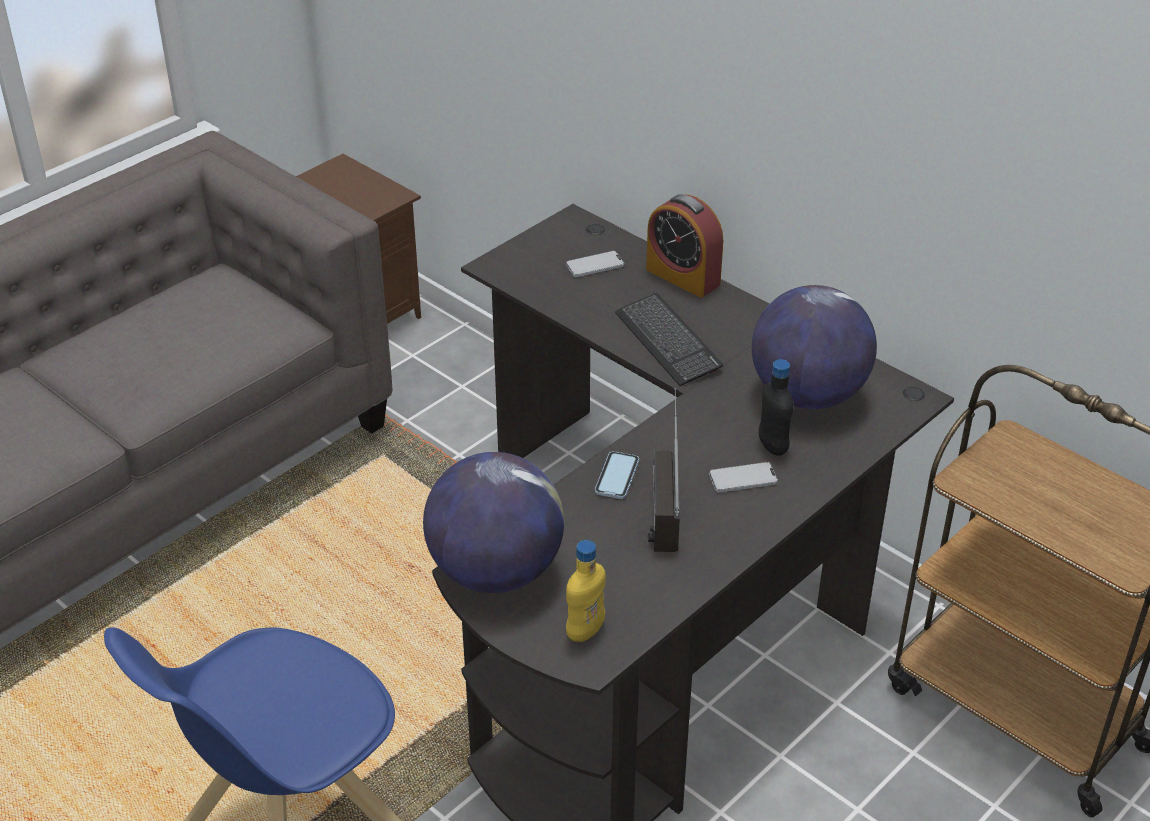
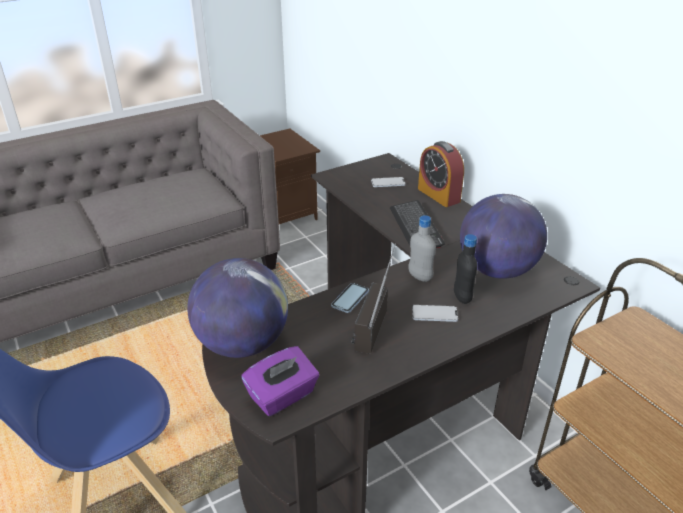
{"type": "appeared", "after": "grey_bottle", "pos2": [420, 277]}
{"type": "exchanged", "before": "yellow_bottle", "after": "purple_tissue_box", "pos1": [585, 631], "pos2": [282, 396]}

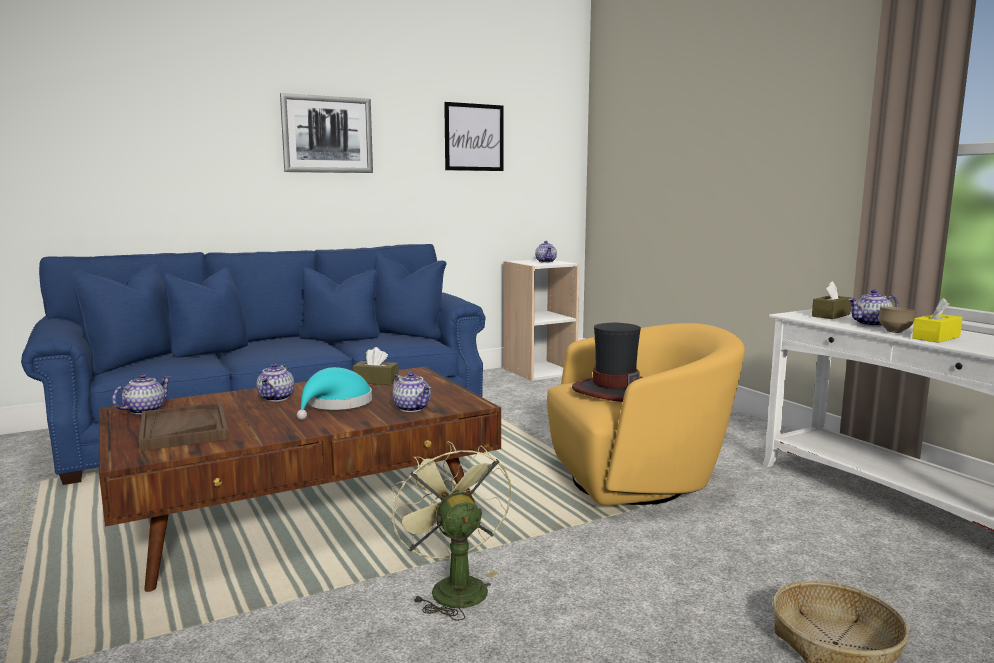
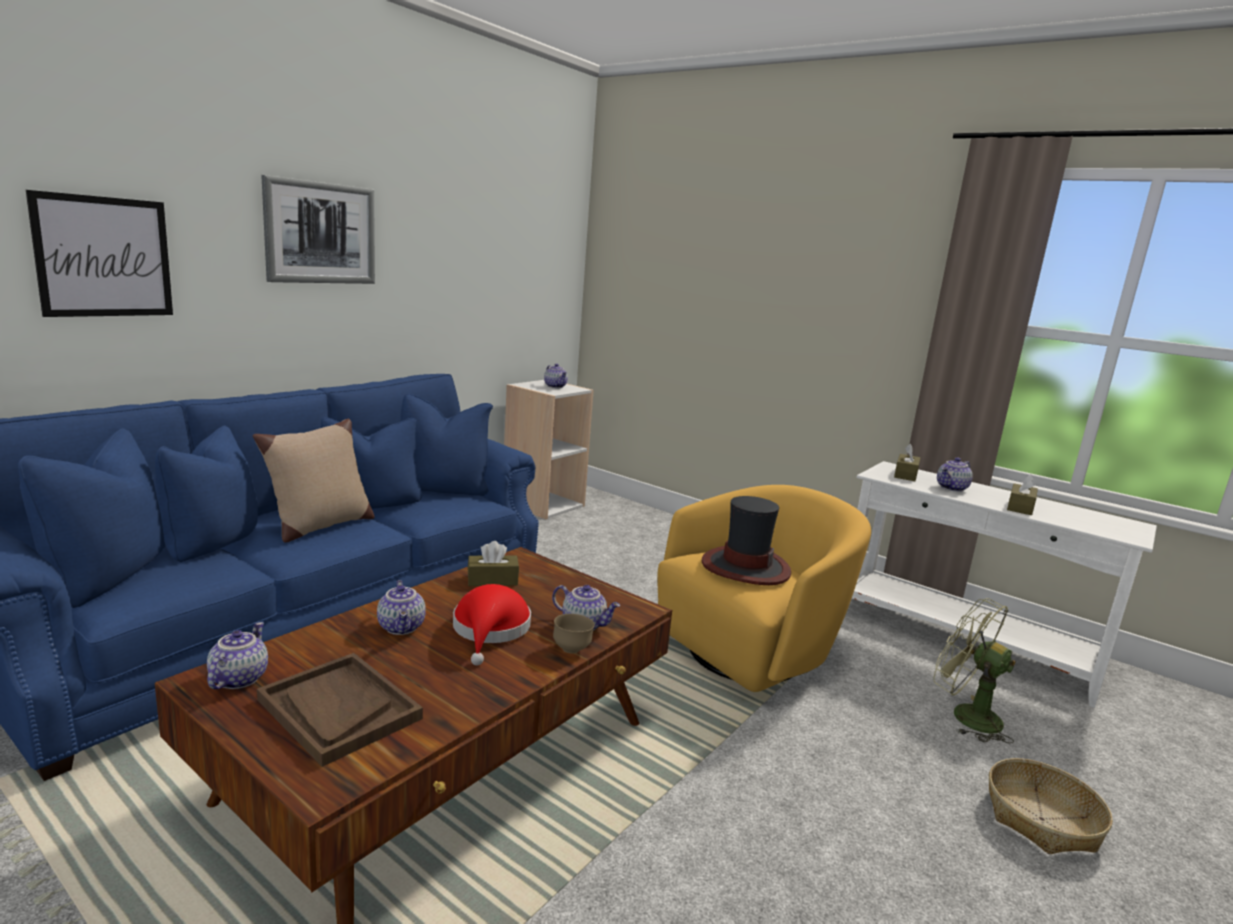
{"type": "appeared", "after": "beige_pillow", "pos2": [320, 526]}
{"type": "relocated", "before": "green_fan", "pos1": [452, 587], "pos2": [965, 715]}
{"type": "relocated", "before": "picture", "pos1": [474, 137], "pos2": [104, 257]}
{"type": "relocated", "before": "brown_bowl", "pos1": [894, 332], "pos2": [572, 649]}
{"type": "colour", "before": "turquoise_hat", "after": "red_hat", "pos1": [336, 405], "pos2": [490, 630]}
{"type": "colour", "before": "yellow_tissue_box", "after": "brown_tissue_box", "pos1": [936, 337], "pos2": [1020, 507]}

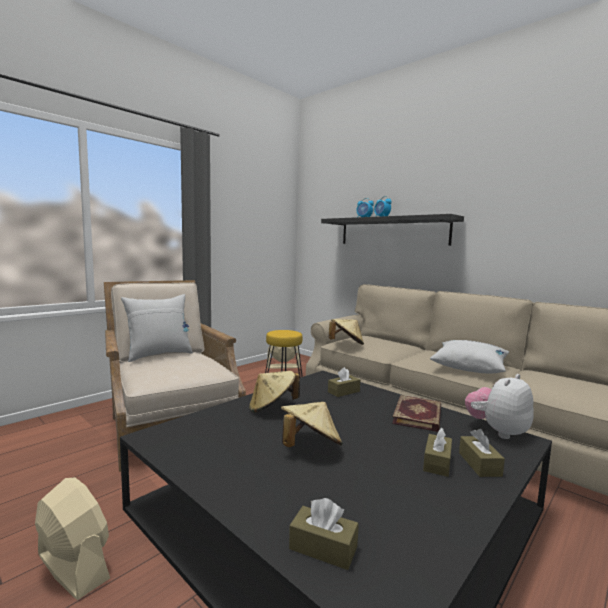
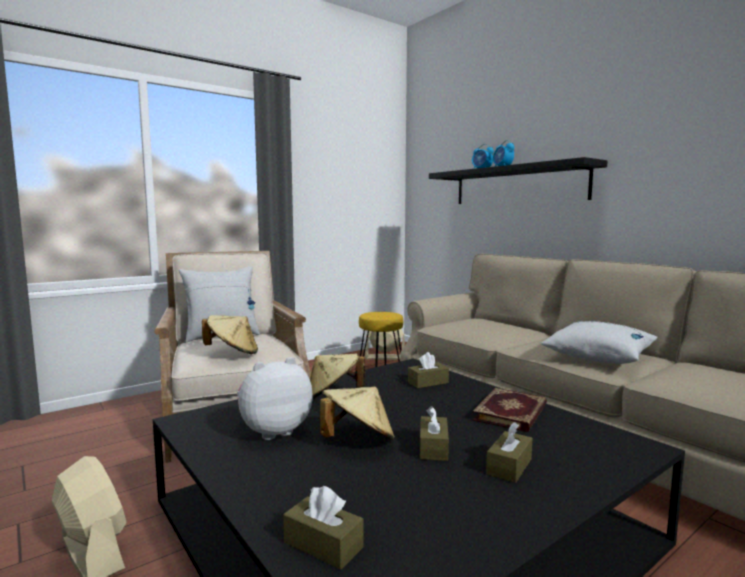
{"type": "relocated", "before": "beige_hat", "pos1": [346, 344], "pos2": [233, 353]}
{"type": "relocated", "before": "brown_tissue_box", "pos1": [479, 464], "pos2": [433, 448]}
{"type": "relocated", "before": "plush_toy", "pos1": [497, 431], "pos2": [273, 431]}

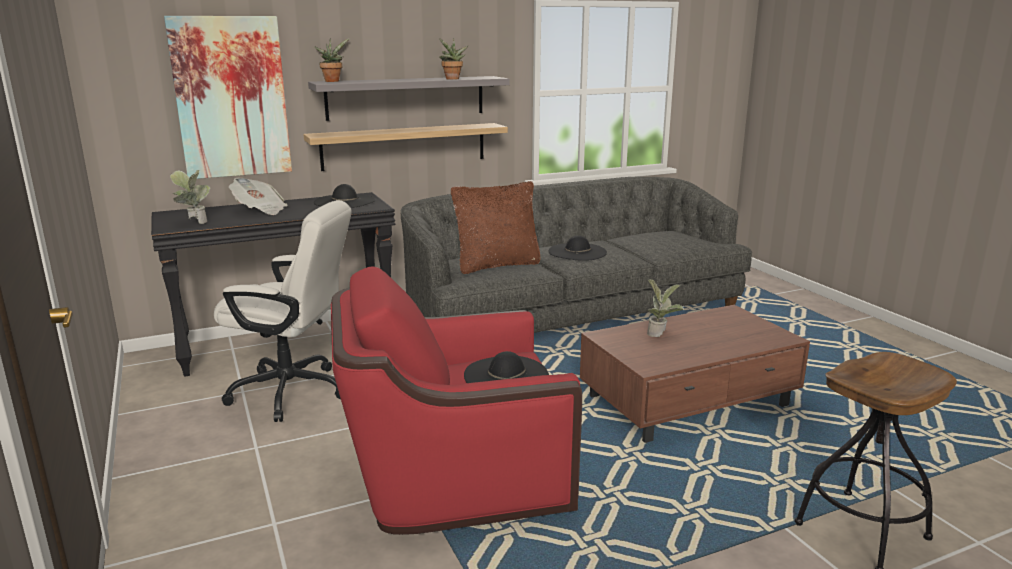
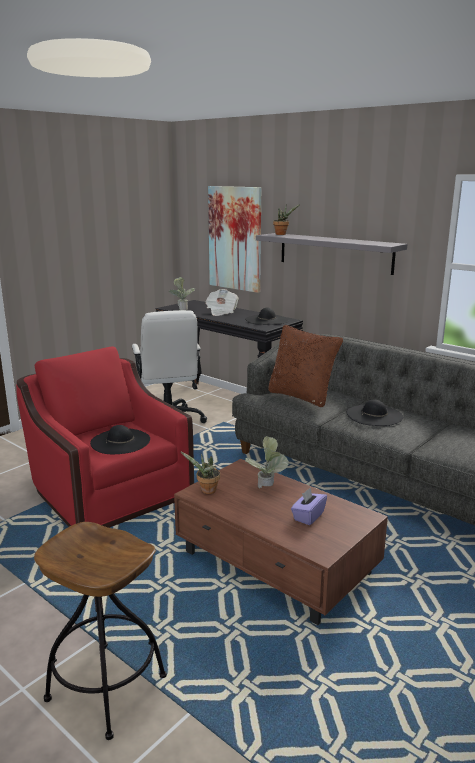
{"type": "missing", "before": "shelf", "pos1": [404, 146]}
{"type": "appeared", "after": "purple_tissue_box", "pos2": [308, 516]}
{"type": "relocated", "before": "potted_plant", "pos1": [452, 79], "pos2": [206, 491]}

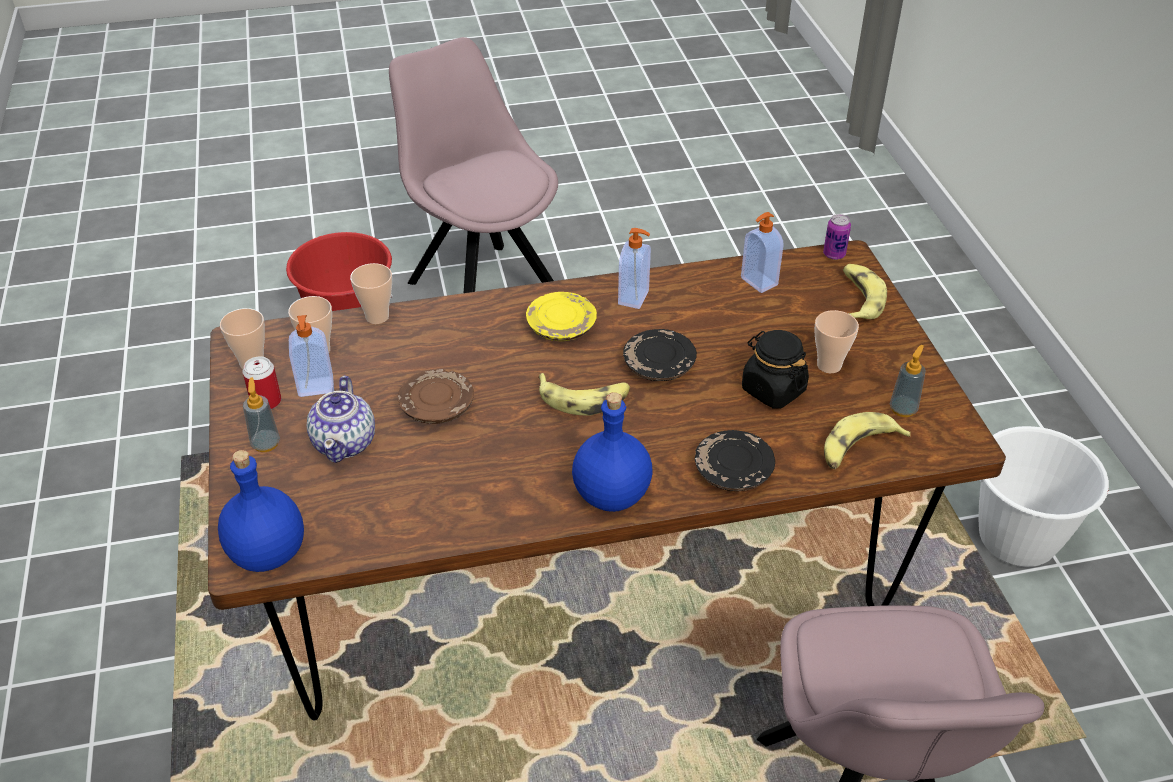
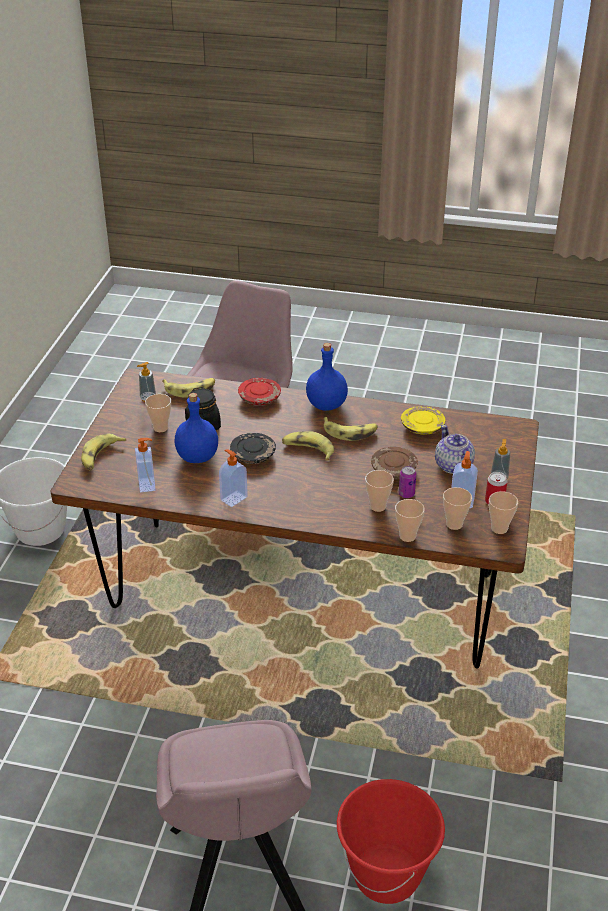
{"type": "appeared", "after": "banana", "pos2": [350, 432]}
{"type": "appeared", "after": "cup", "pos2": [377, 506]}
{"type": "relocated", "before": "blue_bottle", "pos1": [268, 552], "pos2": [197, 457]}
{"type": "relocated", "before": "yellow_plate", "pos1": [561, 327], "pos2": [422, 427]}
{"type": "relocated", "before": "can", "pos1": [834, 254], "pos2": [406, 494]}
{"type": "colour", "before": "black_plate", "after": "red_plate", "pos1": [733, 471], "pos2": [259, 398]}
{"type": "spun", "before": "teapot", "pos1": [345, 442], "pos2": [453, 466], "turn": -45}

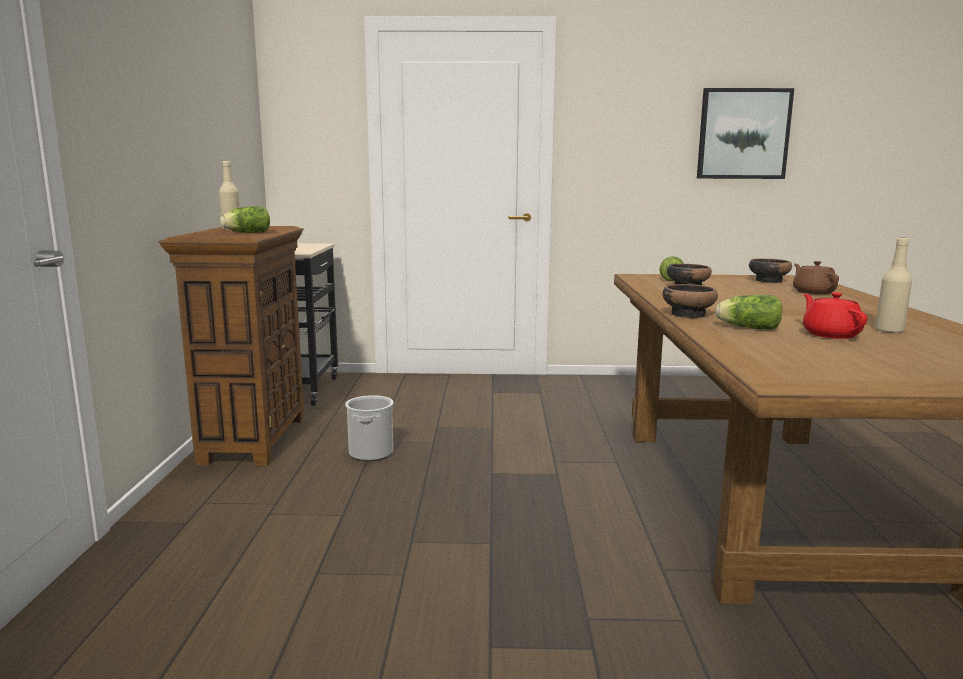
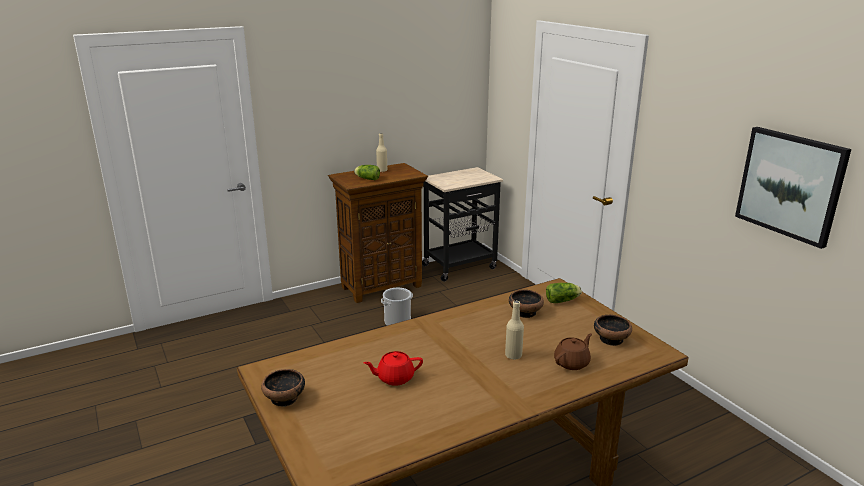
{"type": "missing", "before": "lettuce", "pos1": [746, 327]}
{"type": "relocated", "before": "bowl", "pos1": [688, 314], "pos2": [285, 398]}
{"type": "relocated", "before": "beige_bottle", "pos1": [889, 330], "pos2": [513, 355]}
{"type": "spun", "before": "red_teapot", "pos1": [830, 334], "pos2": [394, 378], "turn": -150}

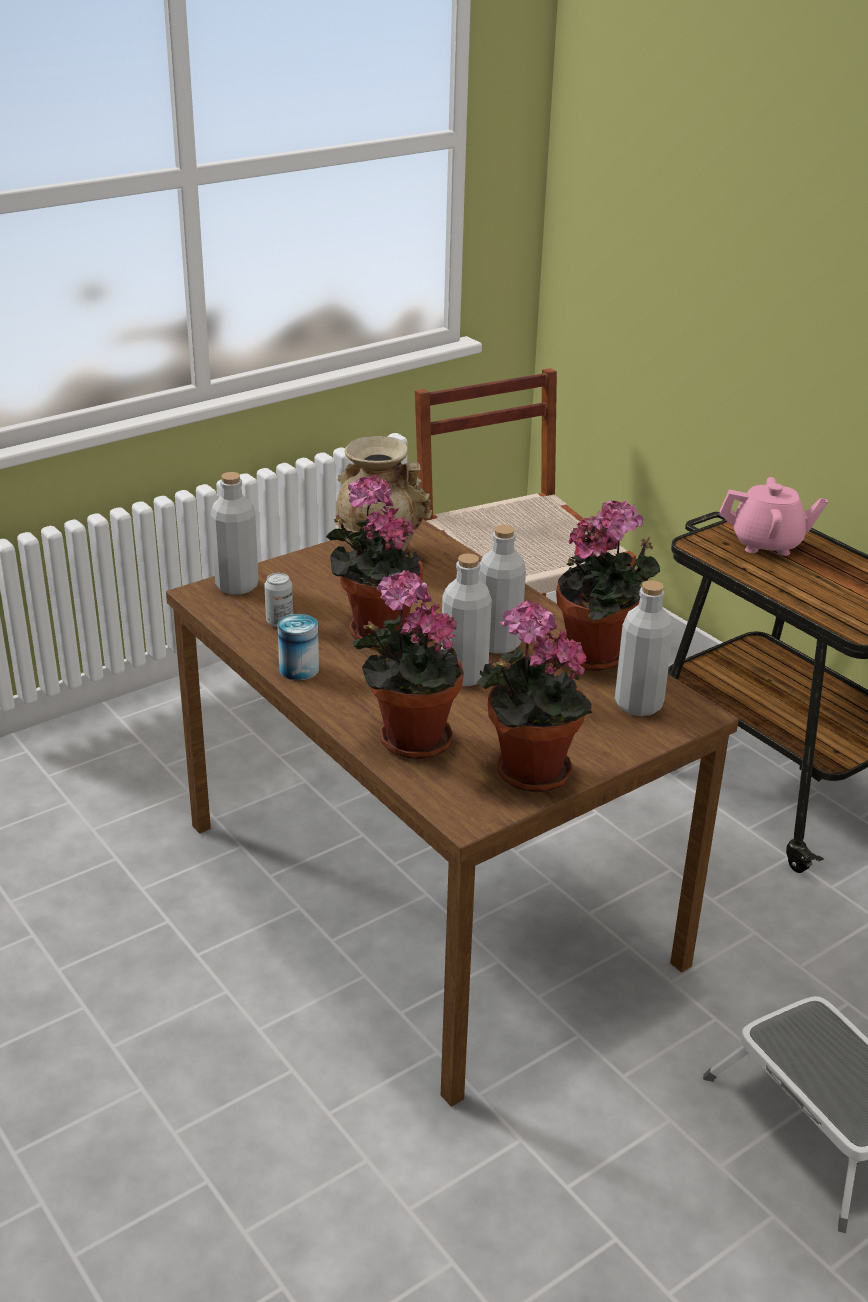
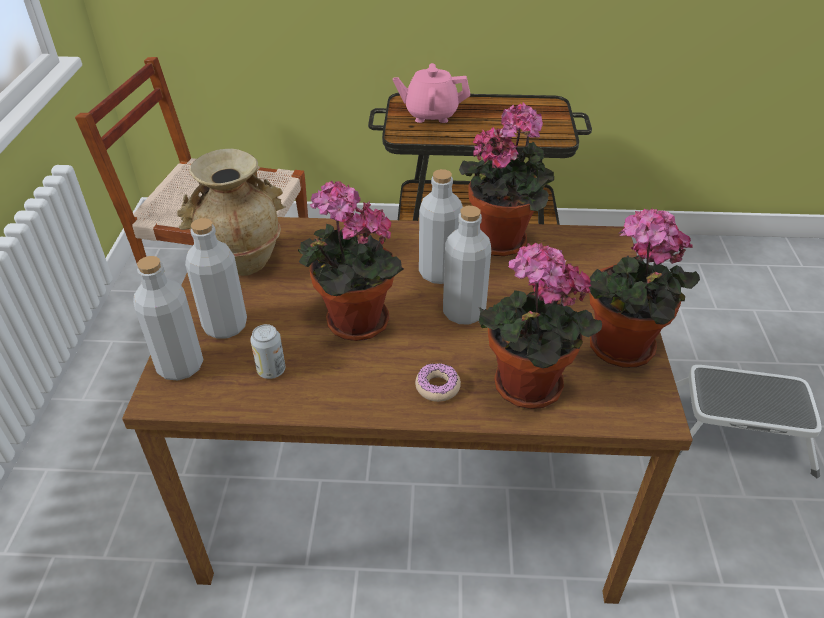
{"type": "missing", "before": "can", "pos1": [299, 669]}
{"type": "appeared", "after": "donut", "pos2": [437, 387]}
{"type": "relocated", "before": "grey_bottle", "pos1": [638, 704], "pos2": [225, 326]}
{"type": "spun", "before": "pink_teapot", "pos1": [767, 544], "pos2": [431, 114], "turn": -135}

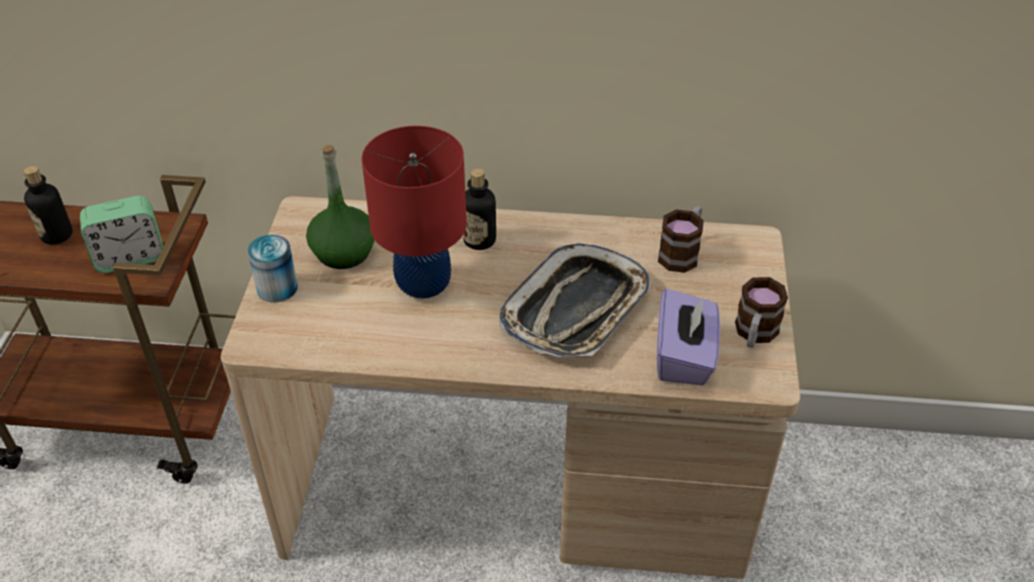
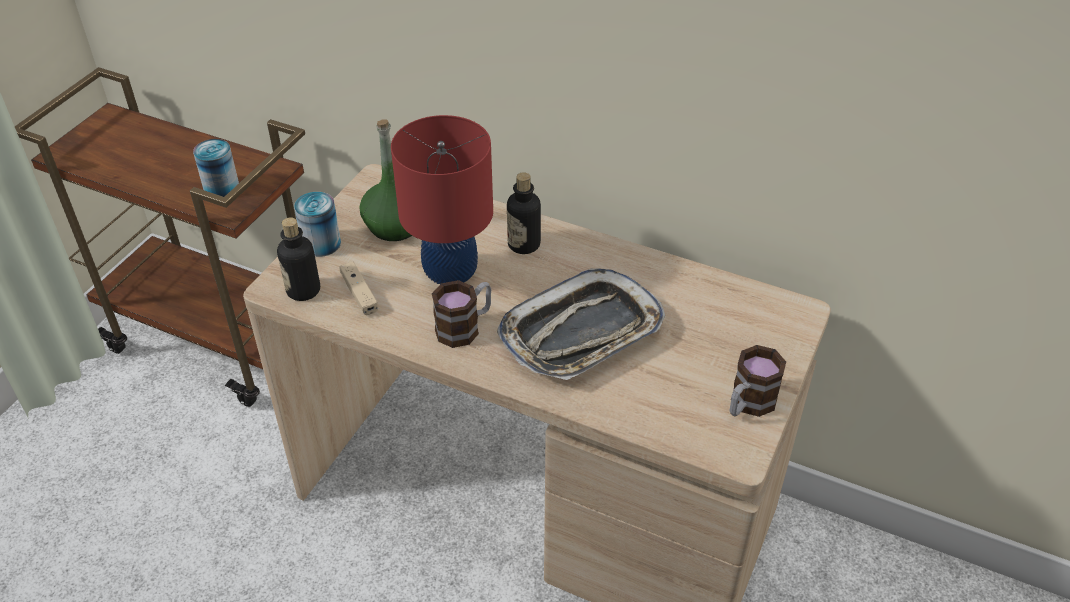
{"type": "missing", "before": "purple_tissue_box", "pos1": [684, 357]}
{"type": "appeared", "after": "beige_game_controller", "pos2": [359, 294]}
{"type": "relocated", "before": "bottle", "pos1": [57, 235], "pos2": [303, 290]}
{"type": "relocated", "before": "mug", "pos1": [682, 253], "pos2": [465, 327]}
{"type": "exchanged", "before": "alarm_clock", "after": "can", "pos1": [130, 257], "pos2": [221, 187]}

